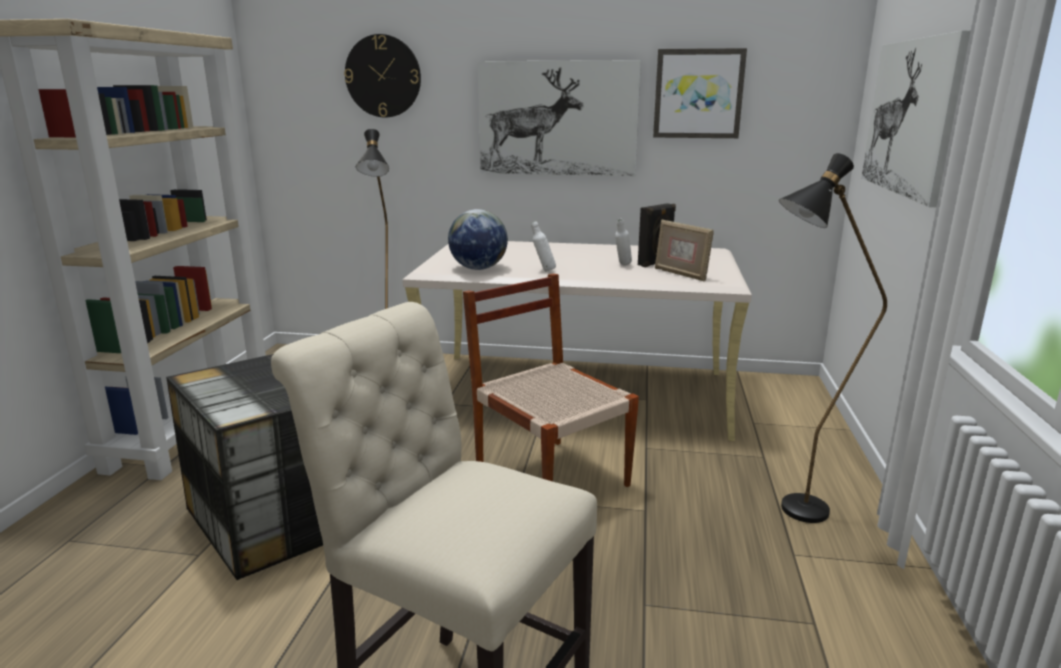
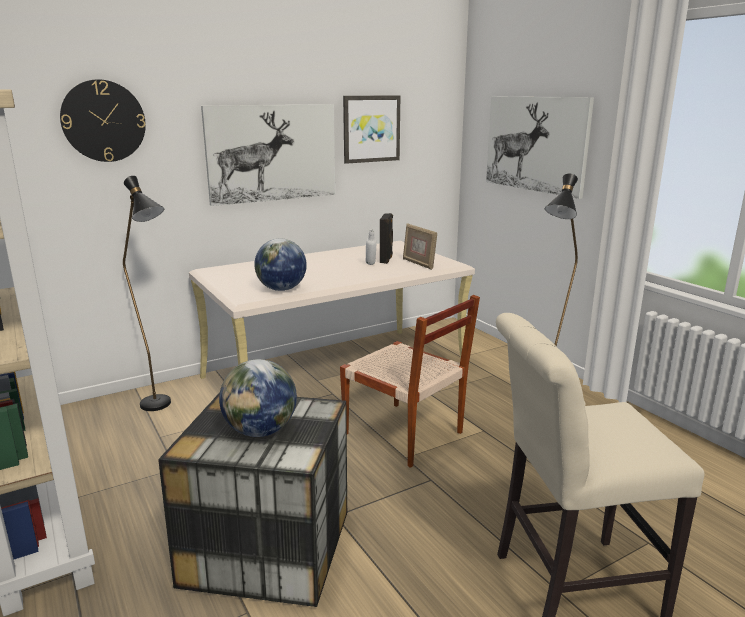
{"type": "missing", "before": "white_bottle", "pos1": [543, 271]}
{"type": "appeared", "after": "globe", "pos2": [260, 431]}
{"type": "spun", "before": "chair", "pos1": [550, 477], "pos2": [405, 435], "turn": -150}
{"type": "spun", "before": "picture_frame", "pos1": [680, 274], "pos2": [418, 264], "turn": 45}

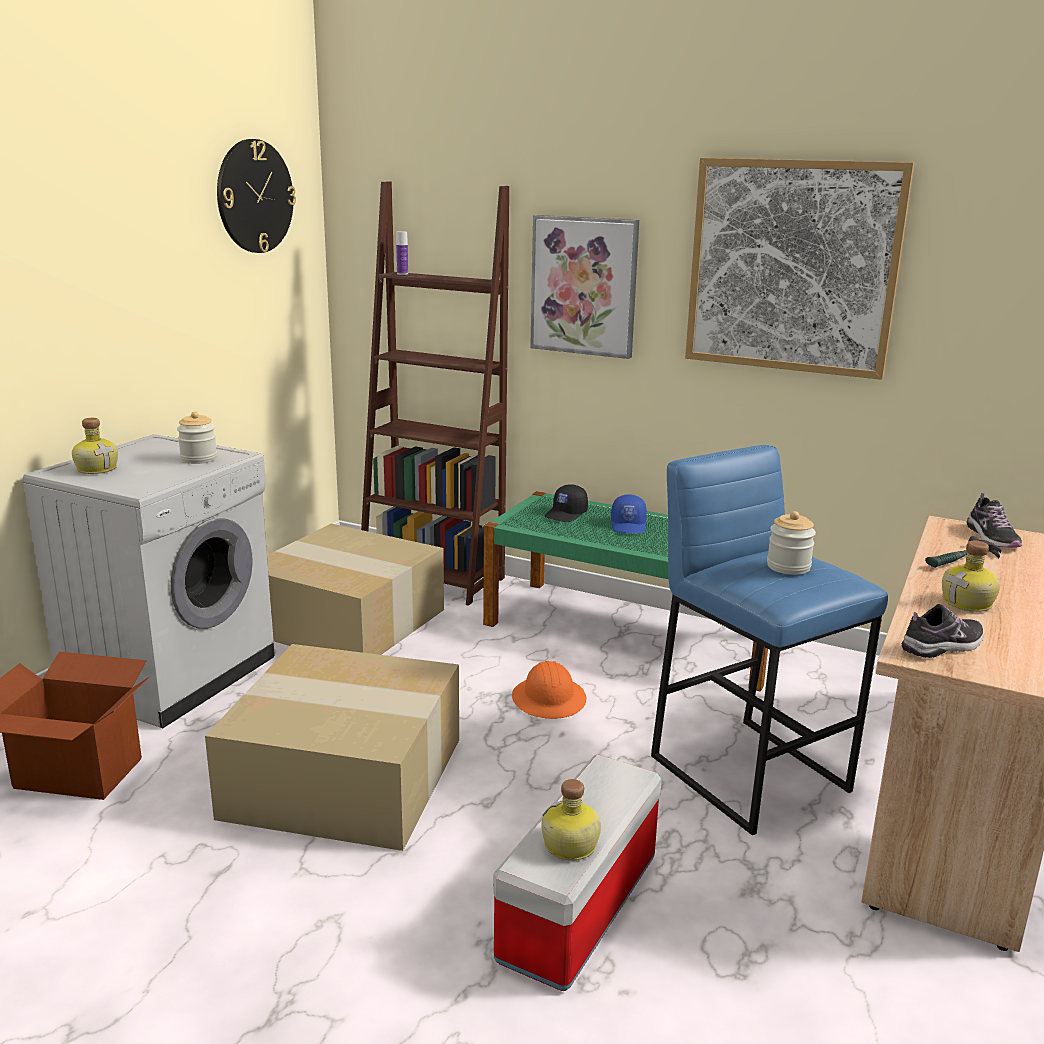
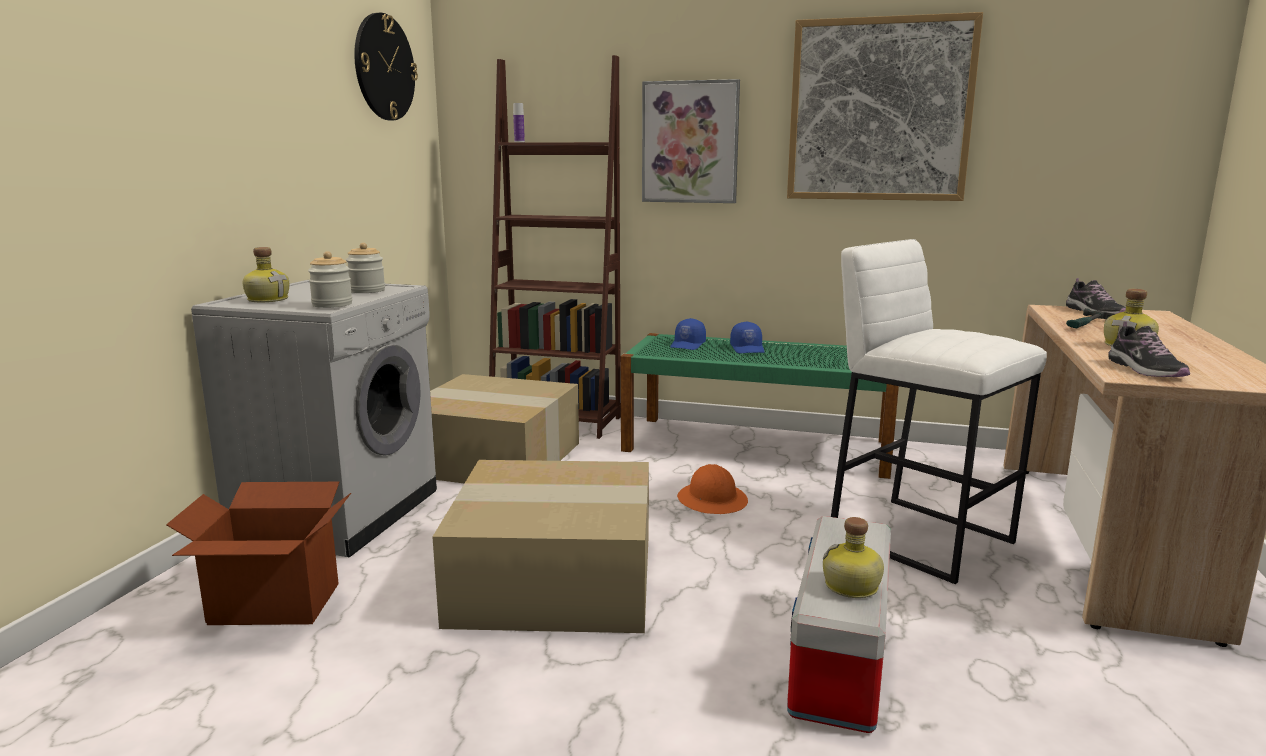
{"type": "relocated", "before": "jar", "pos1": [788, 567], "pos2": [332, 304]}
{"type": "colour", "before": "black_cap", "after": "blue_cap", "pos1": [566, 514], "pos2": [688, 345]}
{"type": "colour", "before": "blue_stool", "after": "white_stool", "pos1": [747, 771], "pos2": [918, 537]}
{"type": "spun", "before": "shoe", "pos1": [943, 646], "pos2": [1145, 370], "turn": 120}

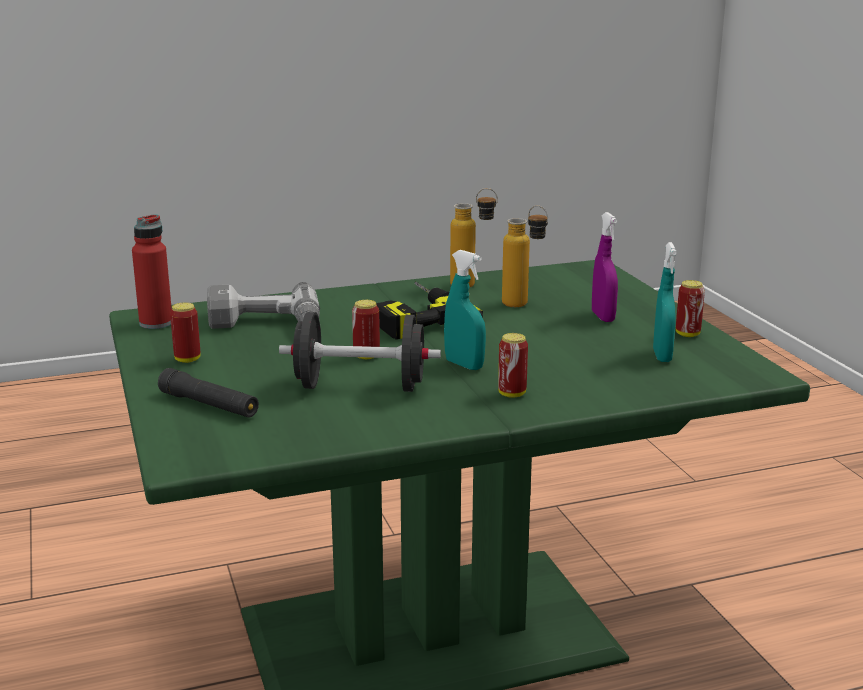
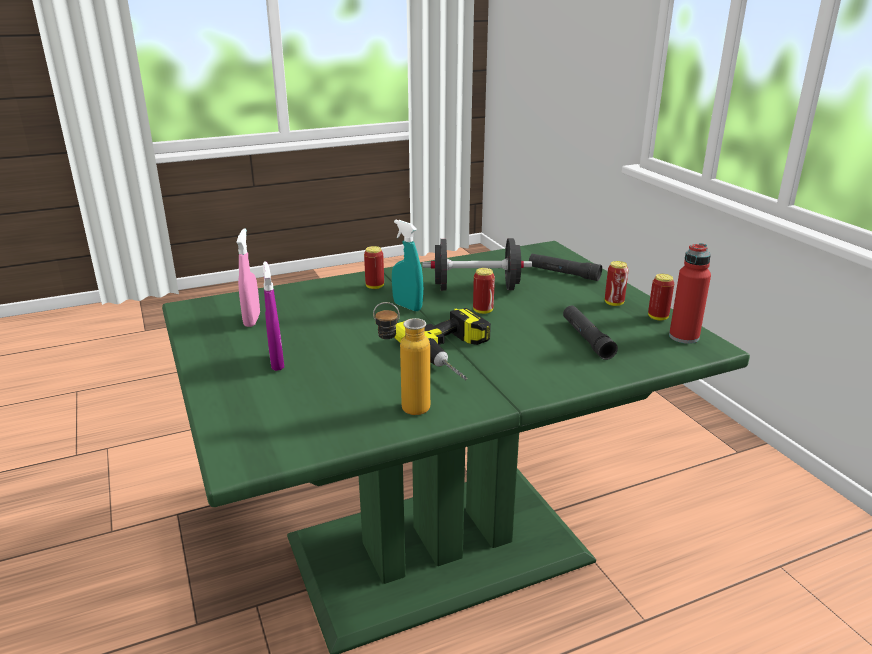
{"type": "missing", "before": "bottle", "pos1": [523, 306]}
{"type": "relocated", "before": "can", "pos1": [687, 334], "pos2": [658, 317]}
{"type": "exchanged", "before": "power_drill", "after": "black_flashlight", "pos1": [265, 325], "pos2": [587, 339]}
{"type": "colour", "before": "turquoise_spray_bottle", "after": "pink_spray_bottle", "pos1": [662, 356], "pos2": [252, 320]}

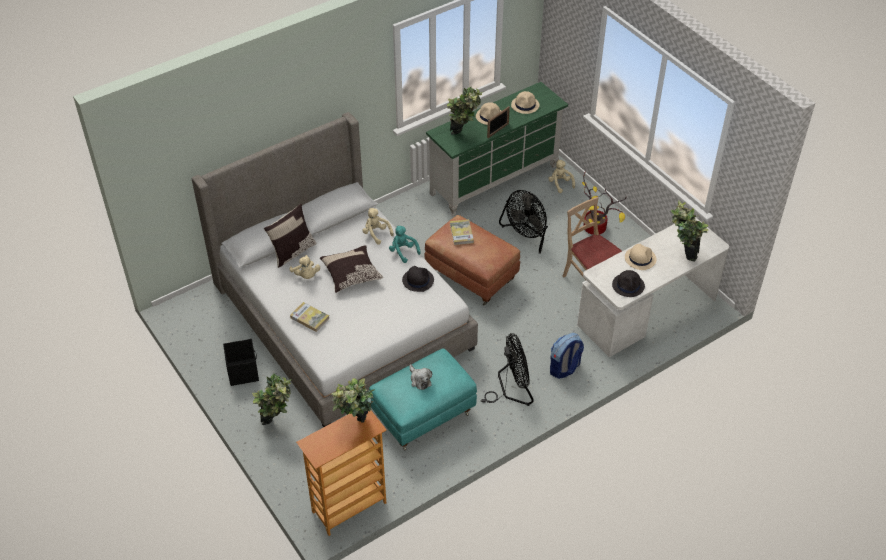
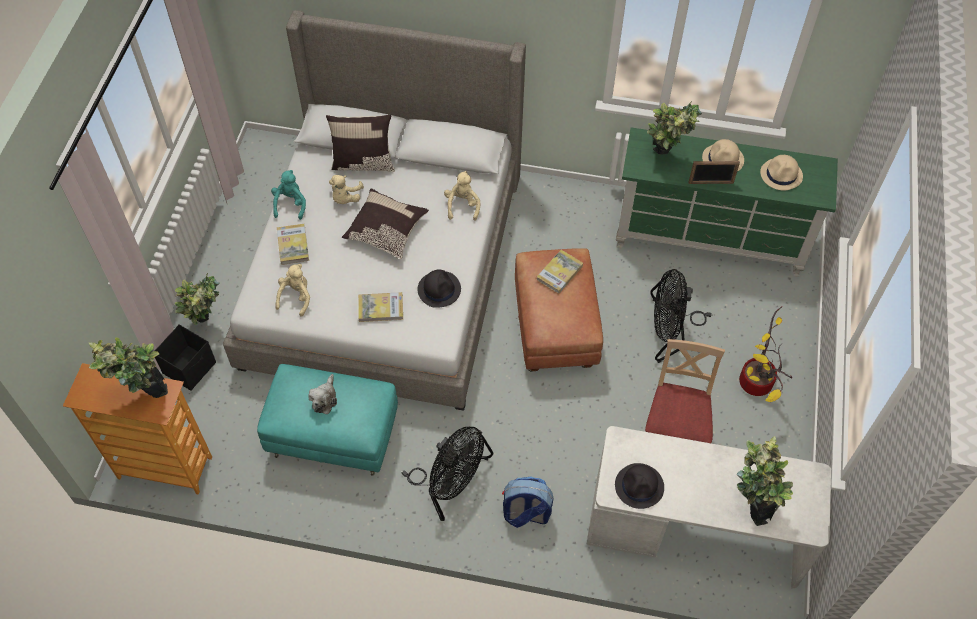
{"type": "missing", "before": "beige_hat", "pos1": [640, 258]}
{"type": "appeared", "after": "book", "pos2": [381, 308]}
{"type": "relocated", "before": "black_storage_box", "pos1": [243, 371], "pos2": [190, 367]}
{"type": "relocated", "before": "turquoise_plush_toy", "pos1": [403, 251], "pos2": [290, 204]}
{"type": "relocated", "before": "beige_plush_toy", "pos1": [560, 184], "pos2": [296, 297]}

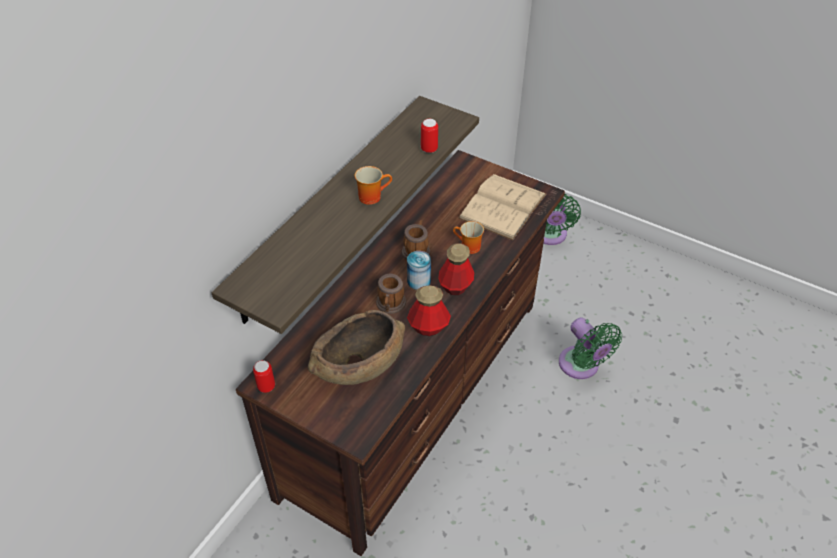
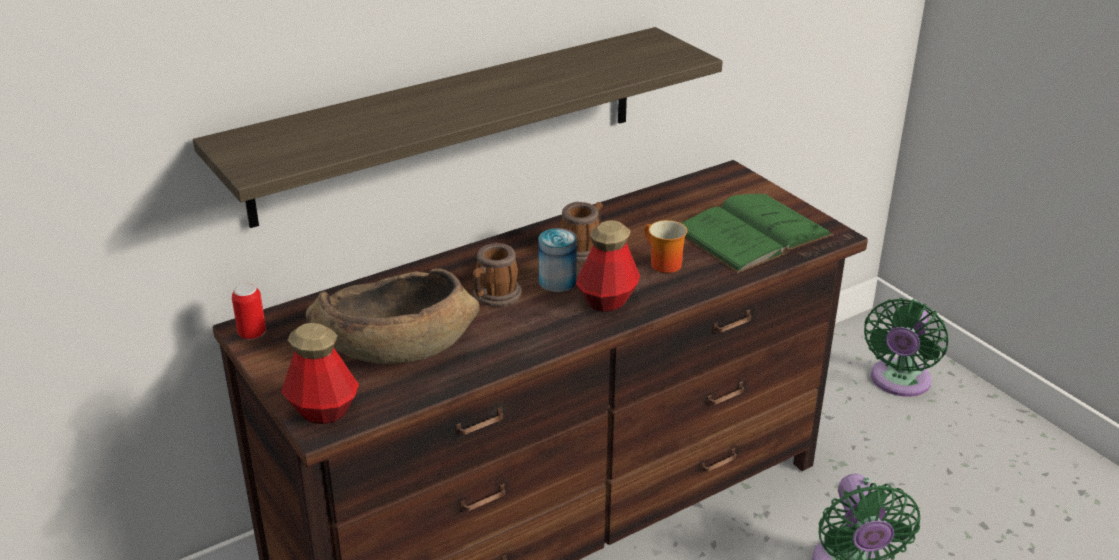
{"type": "missing", "before": "mug", "pos1": [372, 195]}
{"type": "missing", "before": "can", "pos1": [429, 149]}
{"type": "relocated", "before": "bottle", "pos1": [428, 327], "pos2": [323, 411]}
{"type": "colour", "before": "beige_book", "after": "green_book", "pos1": [503, 206], "pos2": [752, 233]}

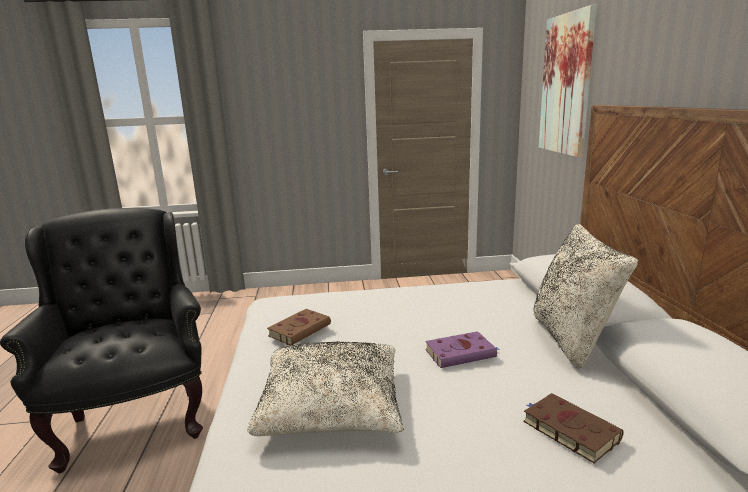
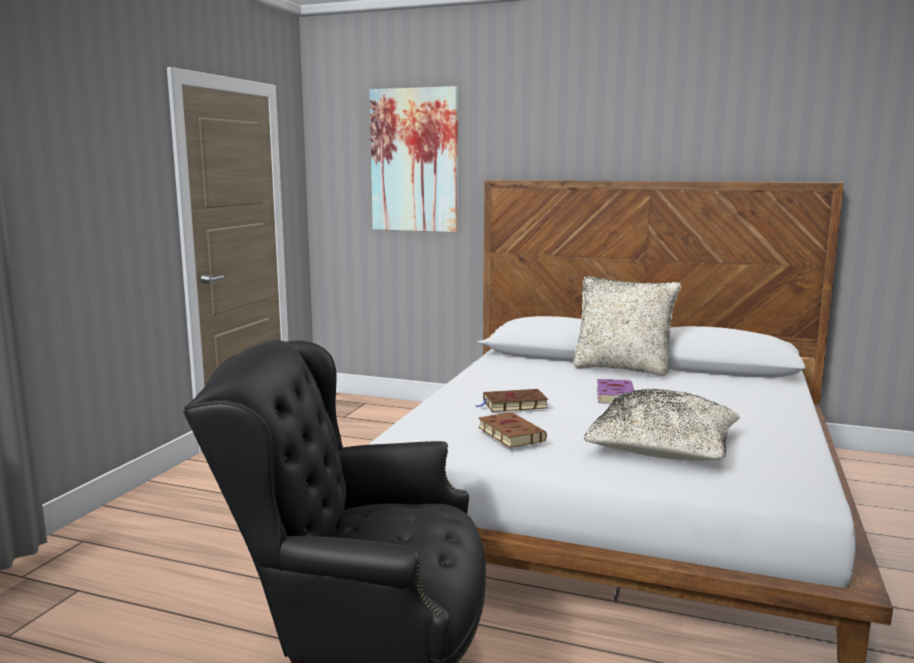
{"type": "relocated", "before": "brown_book", "pos1": [568, 429], "pos2": [513, 405]}

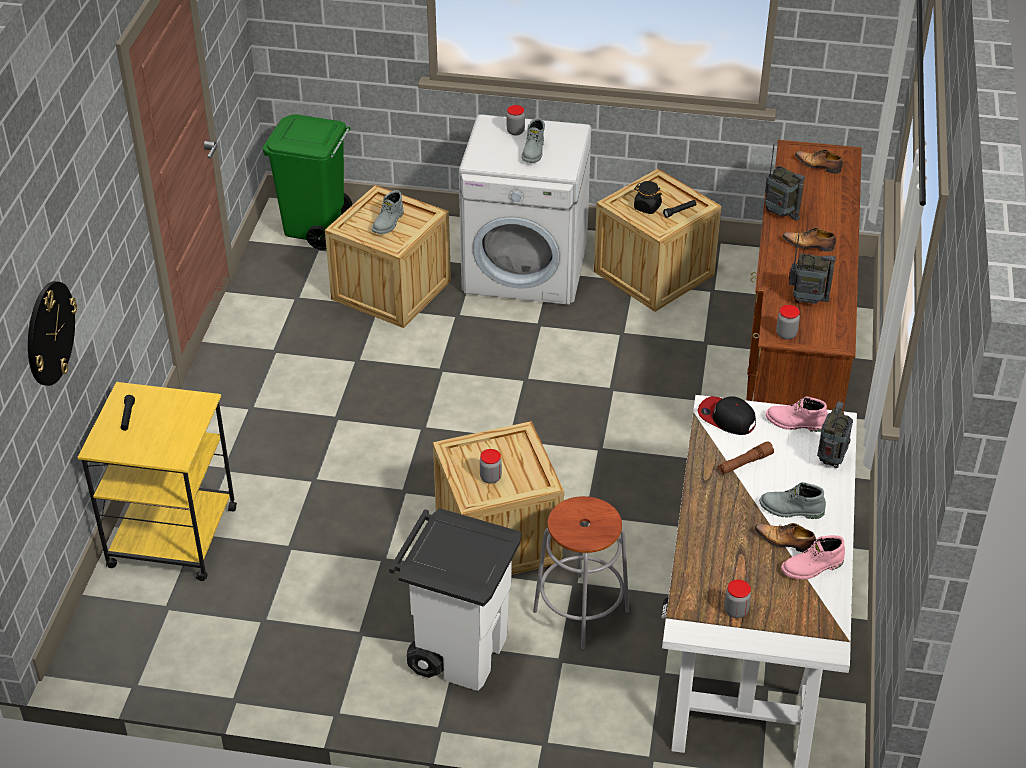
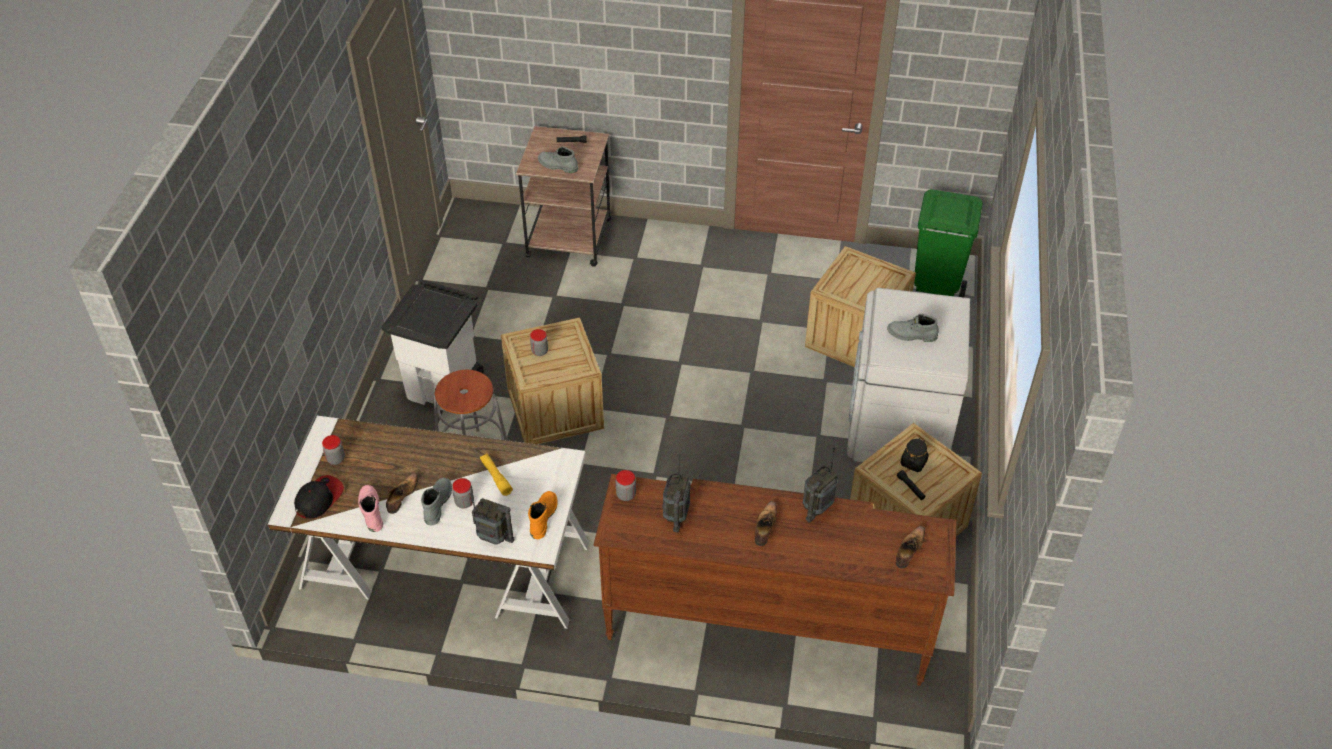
{"type": "missing", "before": "wall_clock", "pos1": [49, 333]}
{"type": "relocated", "before": "grey_boot", "pos1": [389, 223], "pos2": [557, 166]}
{"type": "relocated", "before": "jar", "pos1": [515, 131], "pos2": [464, 502]}
{"type": "relocated", "before": "cap", "pos1": [726, 418], "pos2": [319, 498]}
{"type": "colour", "before": "yellow_cart", "after": "brown_cart", "pos1": [173, 535], "pos2": [570, 239]}
{"type": "colour", "before": "brown_flashlight", "after": "yellow_flashlight", "pos1": [744, 463], "pos2": [496, 477]}
{"type": "colour", "before": "pink_boot", "after": "orange_boot", "pos1": [795, 423], "pos2": [542, 517]}

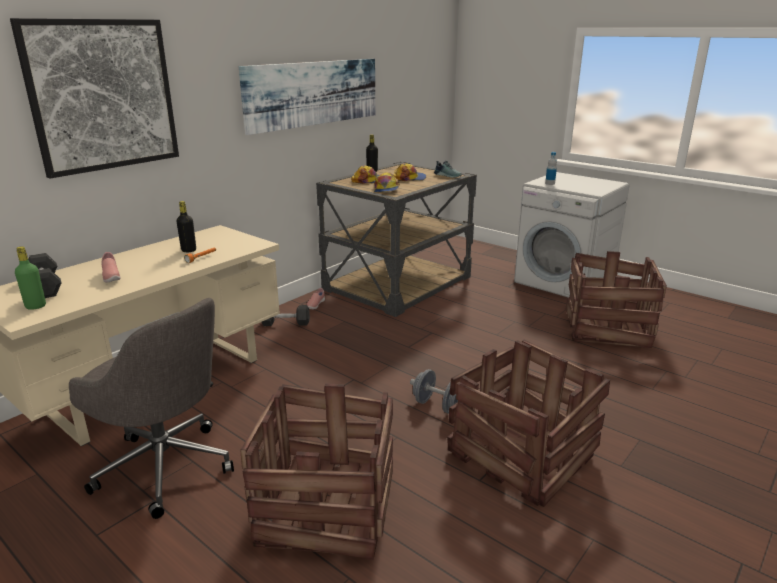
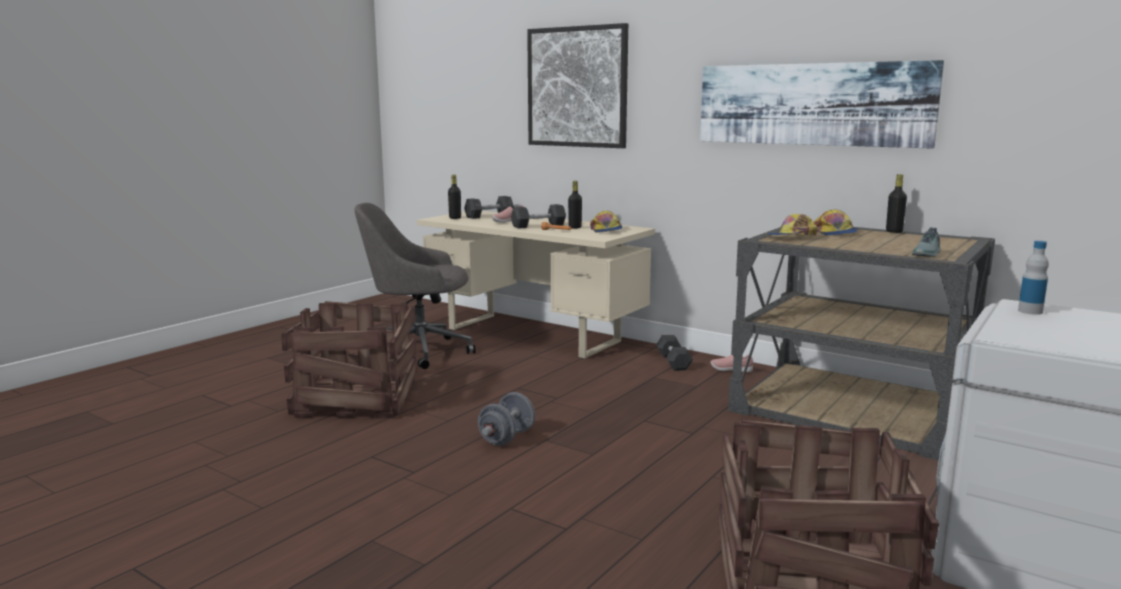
{"type": "missing", "before": "crate", "pos1": [520, 454]}
{"type": "appeared", "after": "grey_dumbbell", "pos2": [538, 226]}
{"type": "relocated", "before": "cap", "pos1": [409, 178], "pos2": [606, 230]}
{"type": "colour", "before": "green_bottle", "after": "black_bottle", "pos1": [35, 306], "pos2": [455, 218]}
{"type": "spun", "before": "grey_office_chair", "pos1": [166, 468], "pos2": [419, 352], "turn": 60}

